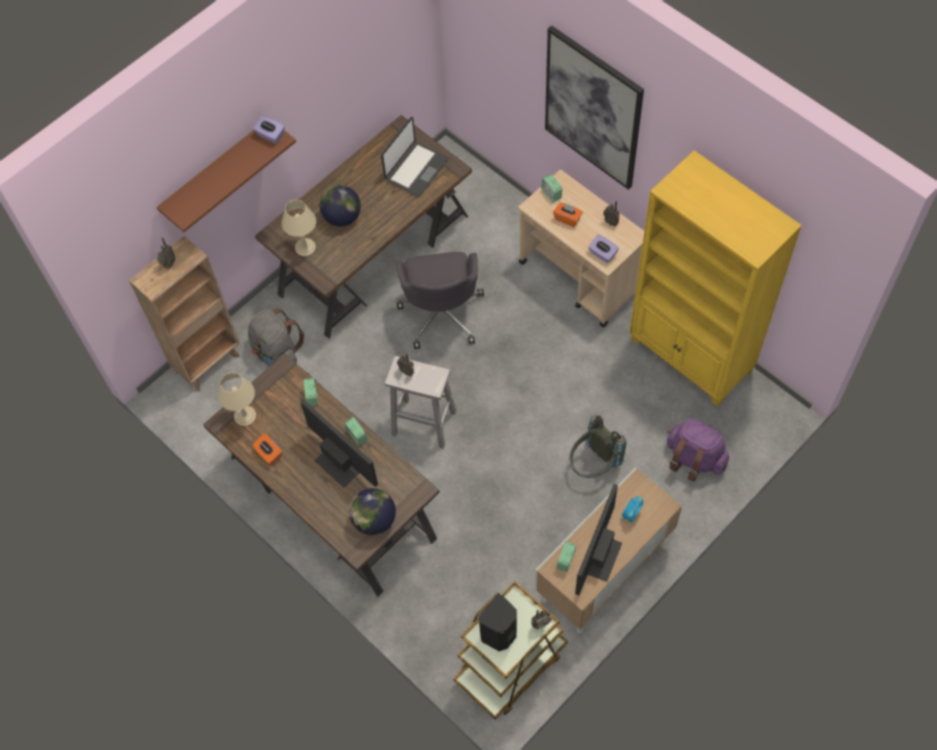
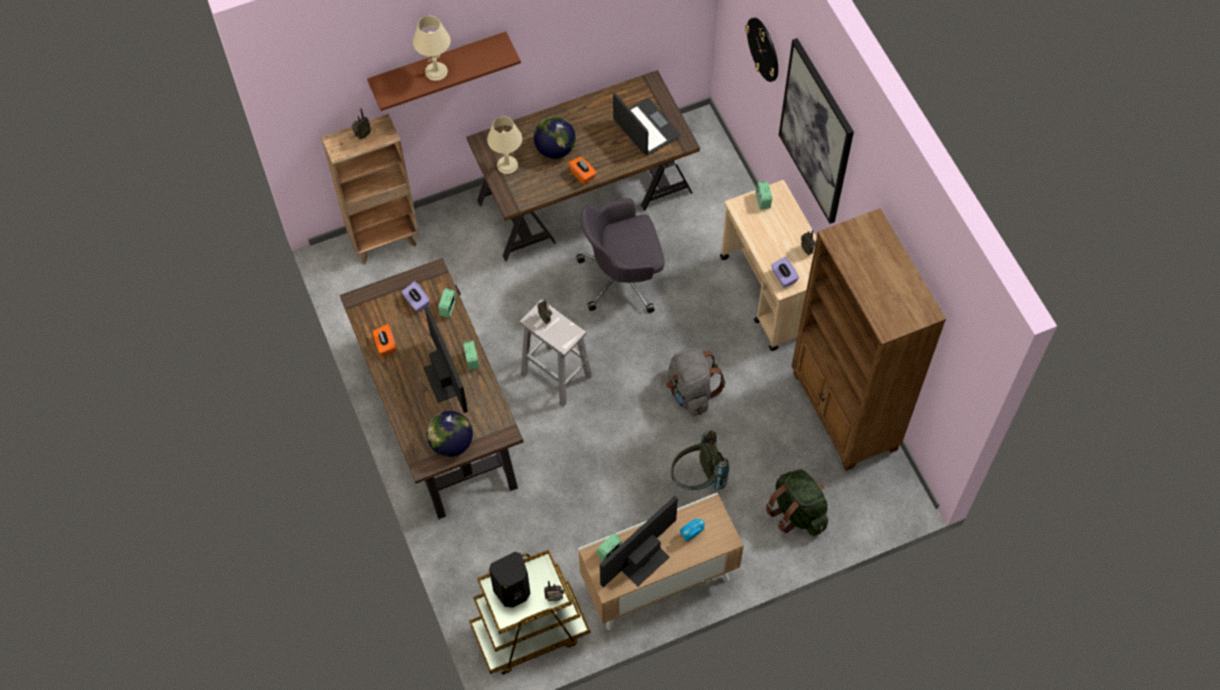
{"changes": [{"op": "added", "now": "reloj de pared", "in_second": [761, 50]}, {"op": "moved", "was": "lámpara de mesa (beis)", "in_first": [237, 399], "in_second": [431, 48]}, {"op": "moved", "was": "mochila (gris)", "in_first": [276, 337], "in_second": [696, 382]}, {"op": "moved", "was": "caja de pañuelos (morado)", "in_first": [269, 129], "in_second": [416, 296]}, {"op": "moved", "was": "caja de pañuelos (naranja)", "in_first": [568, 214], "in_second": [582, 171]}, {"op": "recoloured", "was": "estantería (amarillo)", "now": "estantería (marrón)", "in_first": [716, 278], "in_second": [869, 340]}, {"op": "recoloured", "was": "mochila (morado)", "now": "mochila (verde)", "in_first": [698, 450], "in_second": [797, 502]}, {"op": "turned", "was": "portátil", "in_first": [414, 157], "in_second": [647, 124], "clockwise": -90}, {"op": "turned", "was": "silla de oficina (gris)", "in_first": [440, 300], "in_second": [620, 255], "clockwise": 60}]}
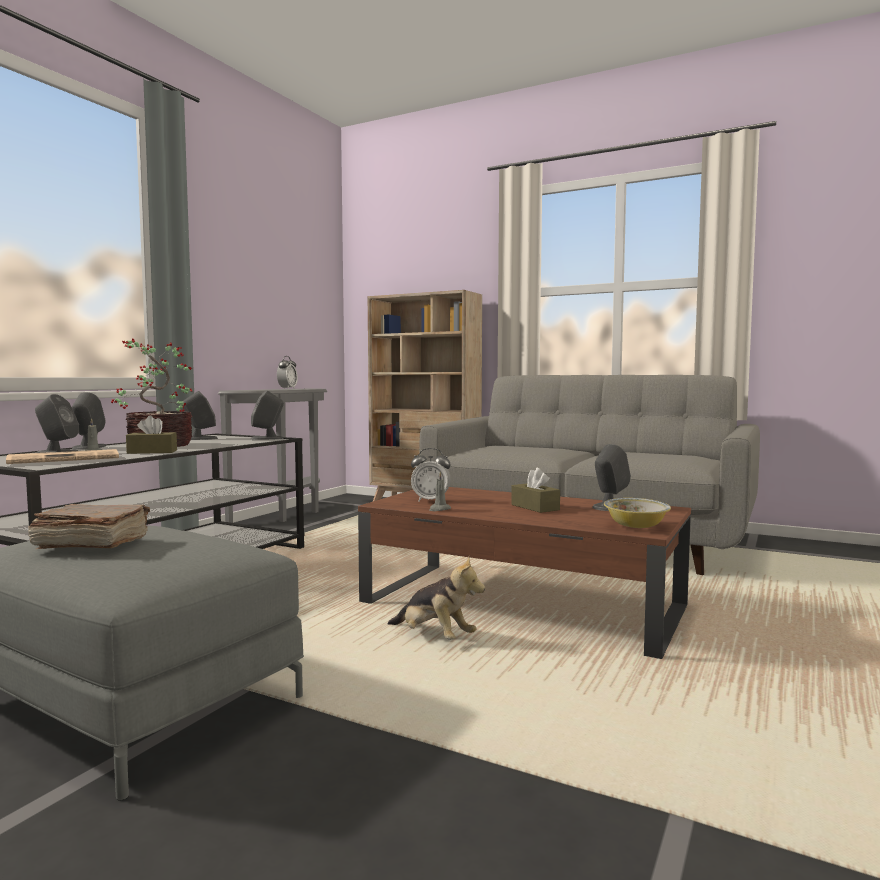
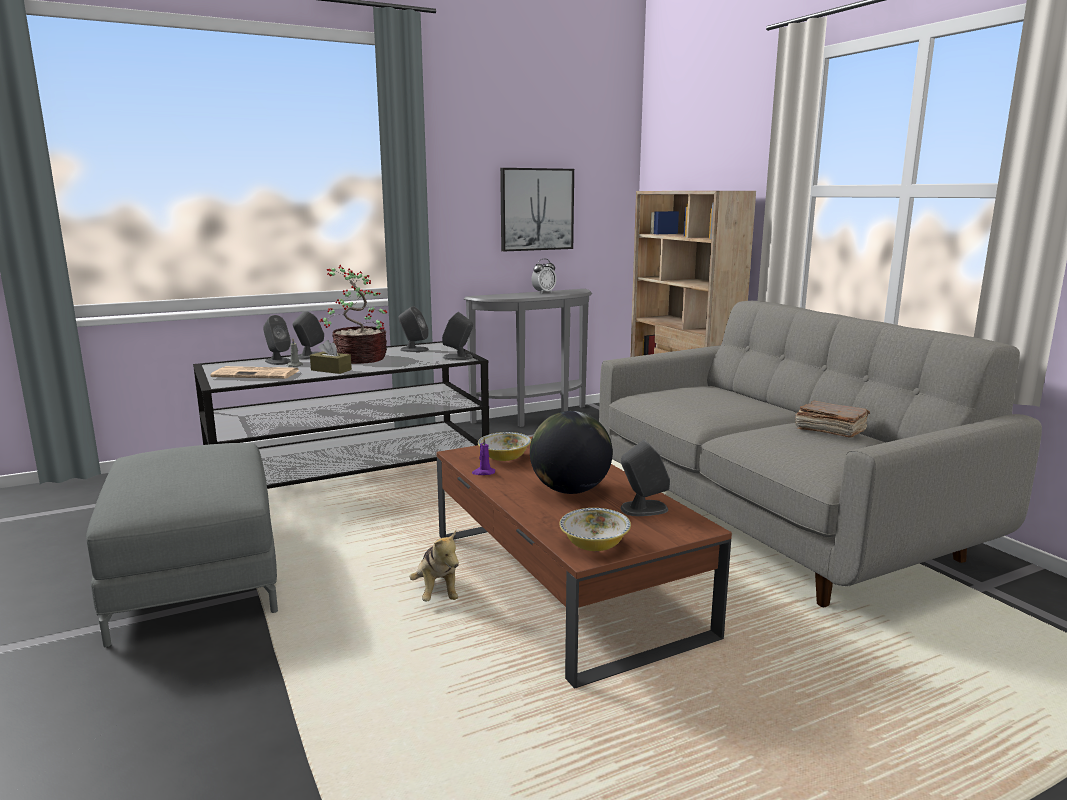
{"changes": [{"op": "added", "now": "cuadro", "in_second": [537, 209]}, {"op": "moved", "was": "libro (marrón)", "in_first": [89, 526], "in_second": [832, 419]}, {"op": "replaced", "was": "despertador", "now": "cuenco", "in_first": [431, 474], "in_second": [504, 446]}, {"op": "replaced", "was": "caja de pañuelos (marrón)", "now": "globo terráqueo", "in_first": [535, 490], "in_second": [571, 452]}, {"op": "recoloured", "was": "vela (gris)", "now": "vela (morado)", "in_first": [440, 491], "in_second": [483, 456]}]}
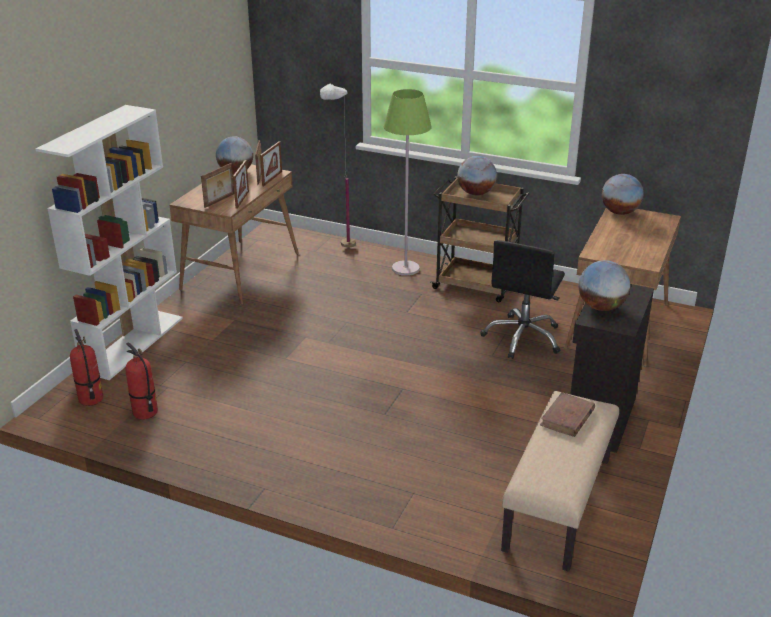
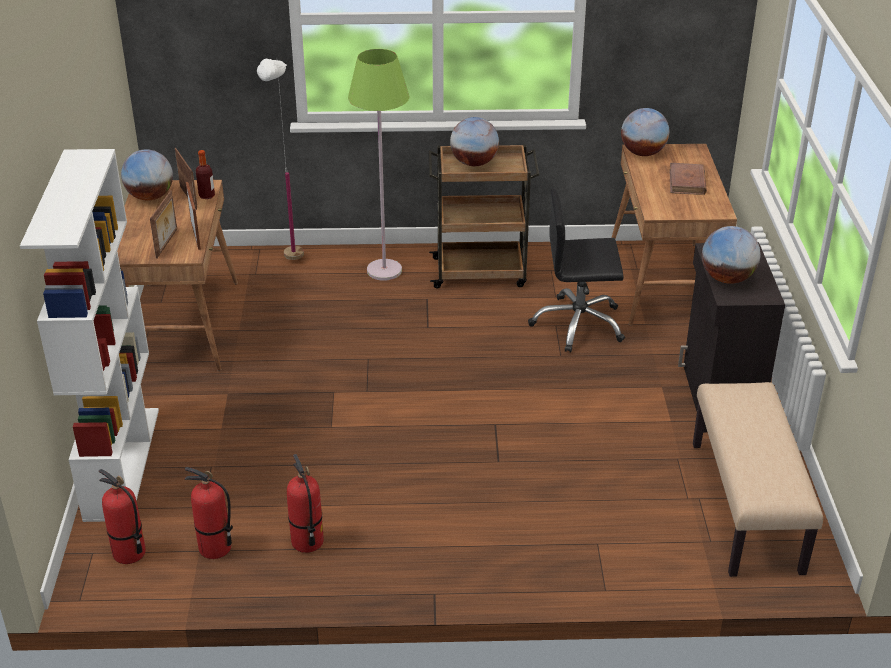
{"changes": [{"op": "added", "now": "extintor", "in_second": [305, 503]}, {"op": "moved", "was": "libro (marrón)", "in_first": [567, 414], "in_second": [688, 179]}, {"op": "replaced", "was": "portarretratos", "now": "botella", "in_first": [271, 163], "in_second": [205, 174]}, {"op": "turned", "was": "silla de oficina (negro)", "in_first": [523, 299], "in_second": [576, 270], "clockwise": 90}]}
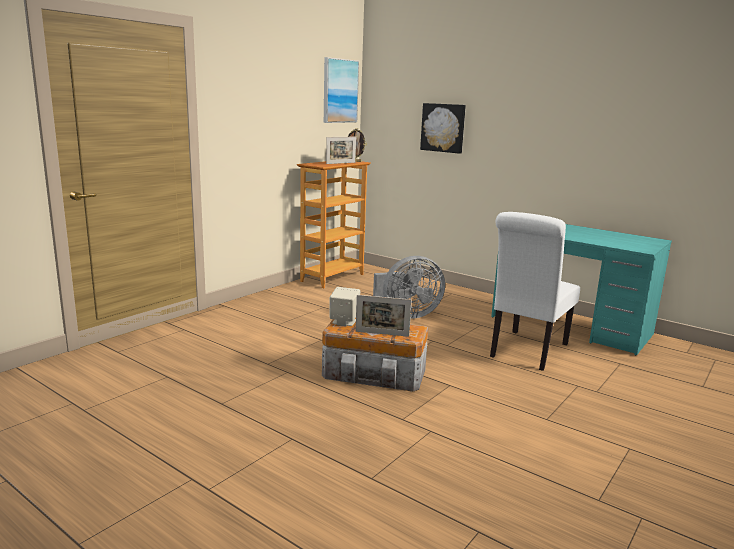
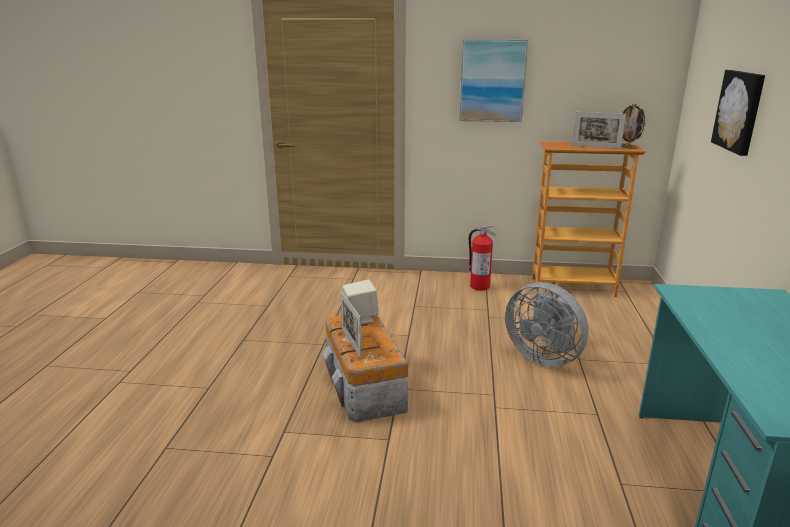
{"changes": [{"op": "removed", "was": "silla (blanco)", "in_first": [535, 291]}, {"op": "added", "now": "extintor", "in_second": [482, 258]}, {"op": "moved", "was": "cuadro", "in_first": [341, 90], "in_second": [493, 80]}]}
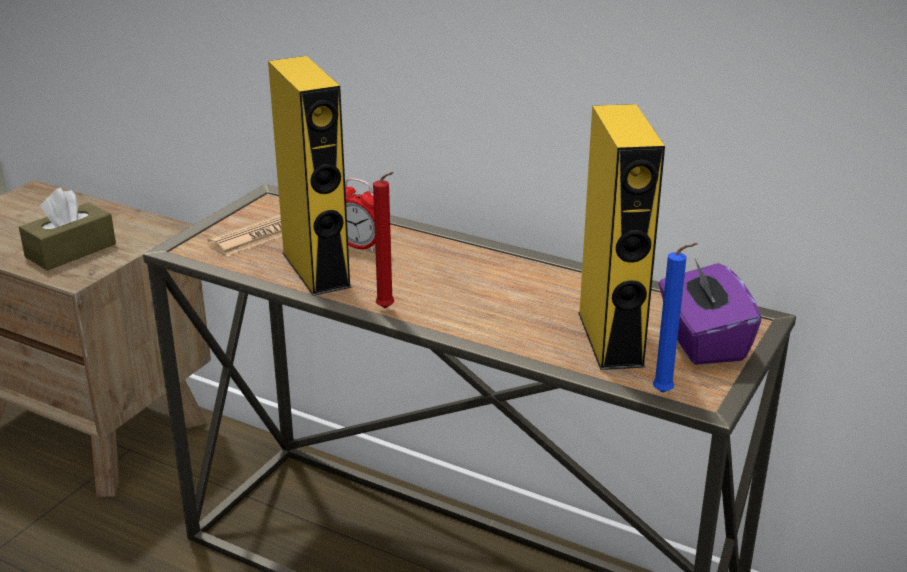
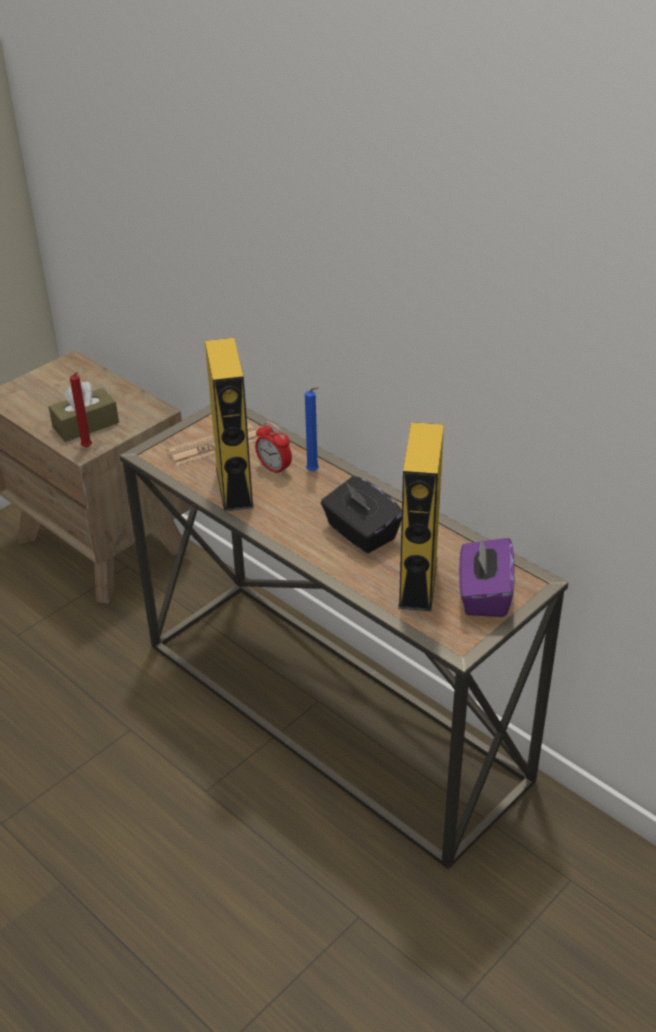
{"changes": [{"op": "added", "now": "caja de pañuelos (negro)", "in_second": [361, 514]}, {"op": "moved", "was": "vela (rojo)", "in_first": [383, 240], "in_second": [81, 409]}, {"op": "moved", "was": "vela (azul)", "in_first": [675, 318], "in_second": [312, 429]}]}
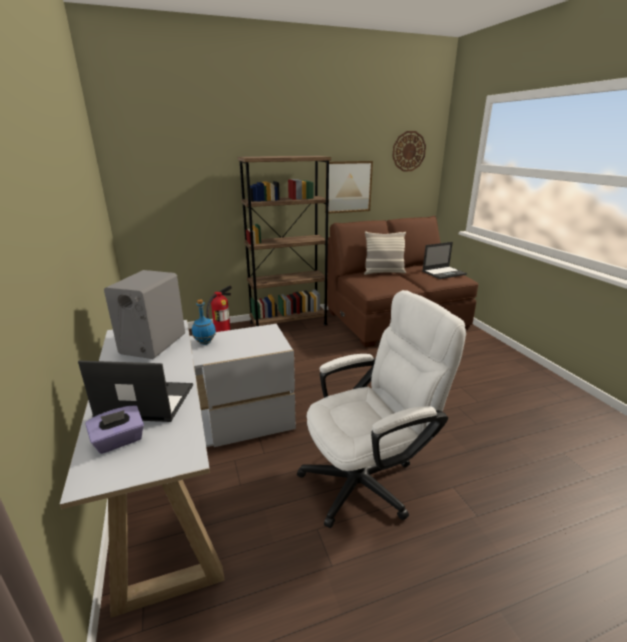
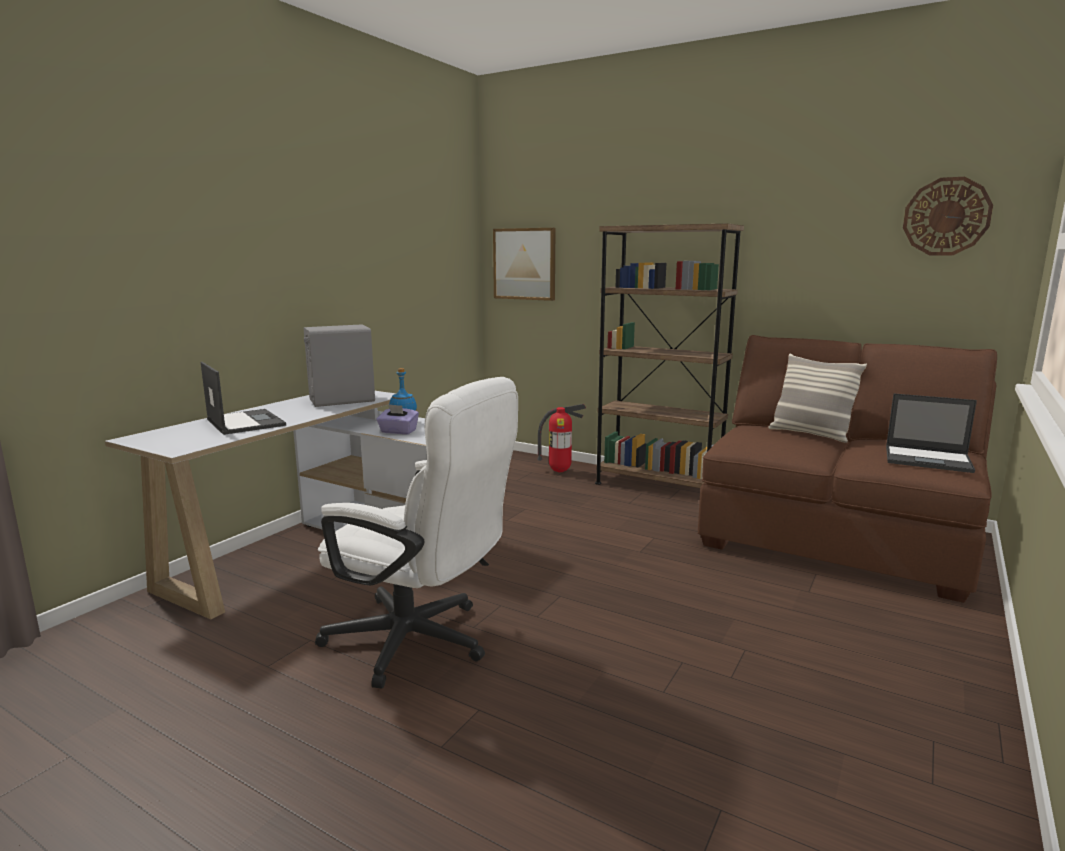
{"changes": [{"op": "moved", "was": "caja de pañuelos (morado)", "in_first": [114, 429], "in_second": [398, 419]}, {"op": "moved", "was": "cuadro", "in_first": [349, 187], "in_second": [524, 264]}]}
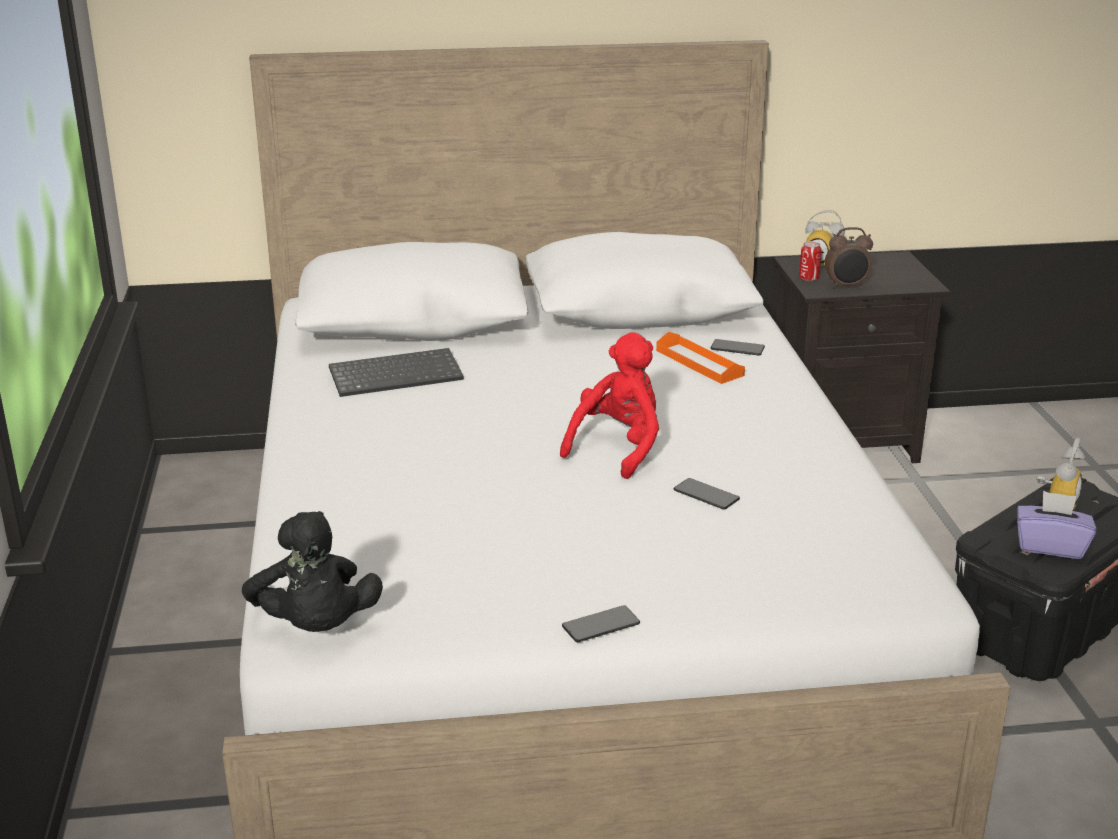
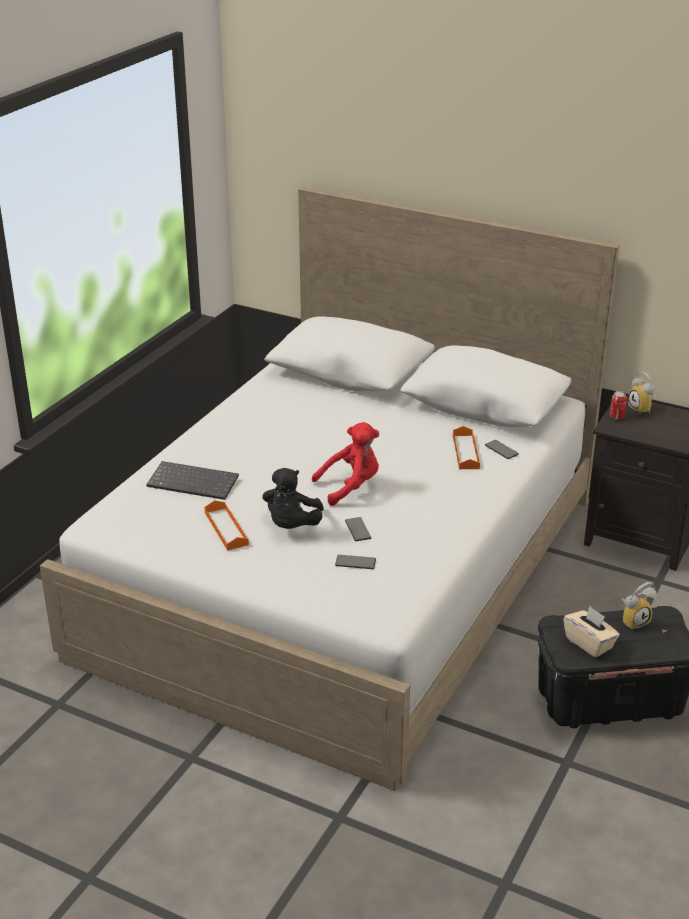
{"changes": [{"op": "removed", "was": "despertador", "in_first": [849, 258]}, {"op": "added", "now": "bandeja (naranja)", "in_second": [226, 525]}, {"op": "moved", "was": "peluche (negro)", "in_first": [312, 571], "in_second": [293, 498]}, {"op": "moved", "was": "teclado", "in_first": [396, 372], "in_second": [192, 480]}, {"op": "moved", "was": "móvil", "in_first": [601, 623], "in_second": [355, 562]}, {"op": "recoloured", "was": "caja de pañuelos (morado)", "now": "caja de pañuelos (beis)", "in_first": [1056, 525], "in_second": [591, 632]}]}
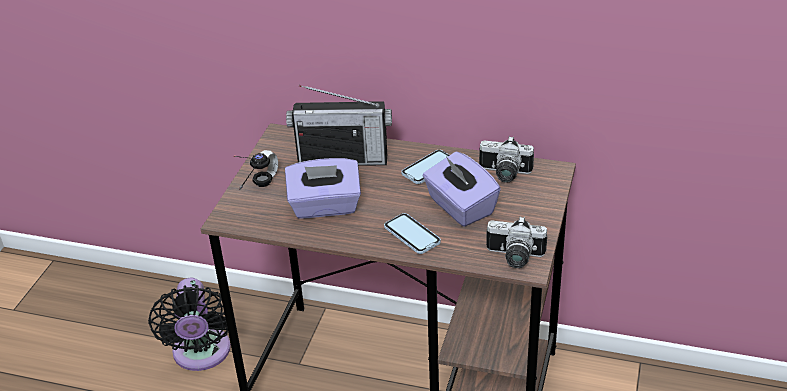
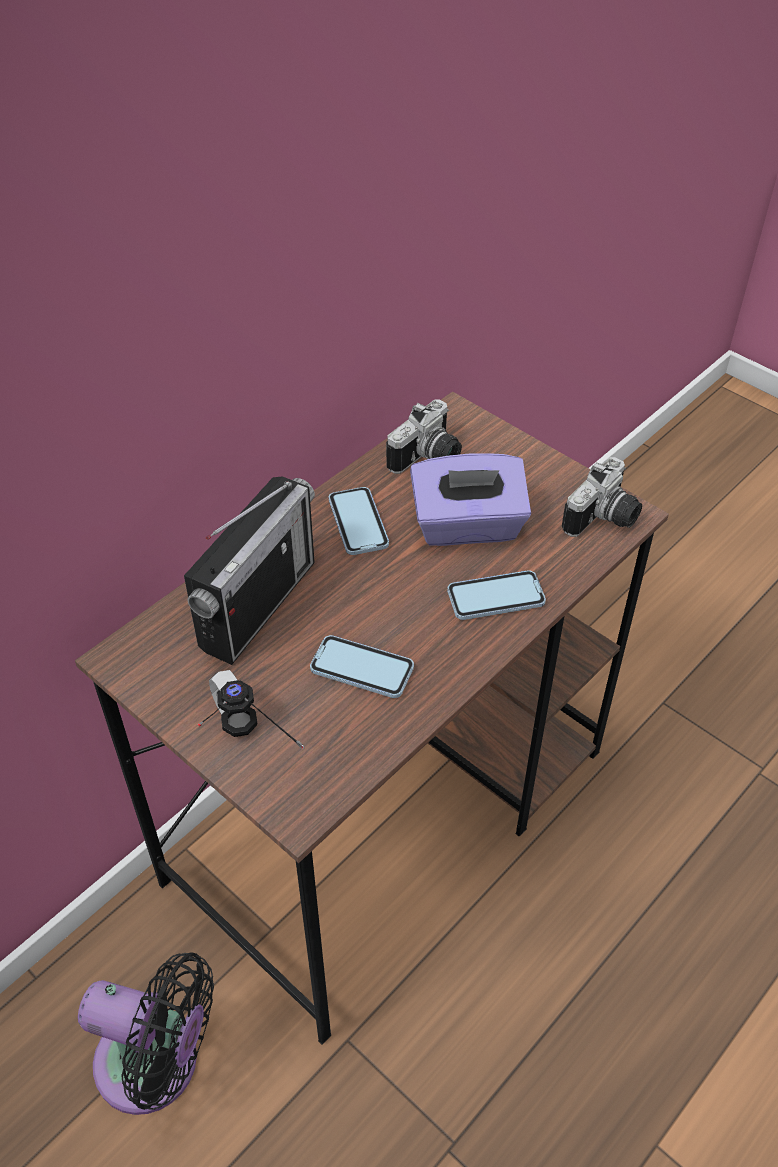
{"changes": [{"op": "replaced", "was": "caja de pañuelos (morado)", "now": "móvil", "in_first": [323, 188], "in_second": [362, 666]}]}
